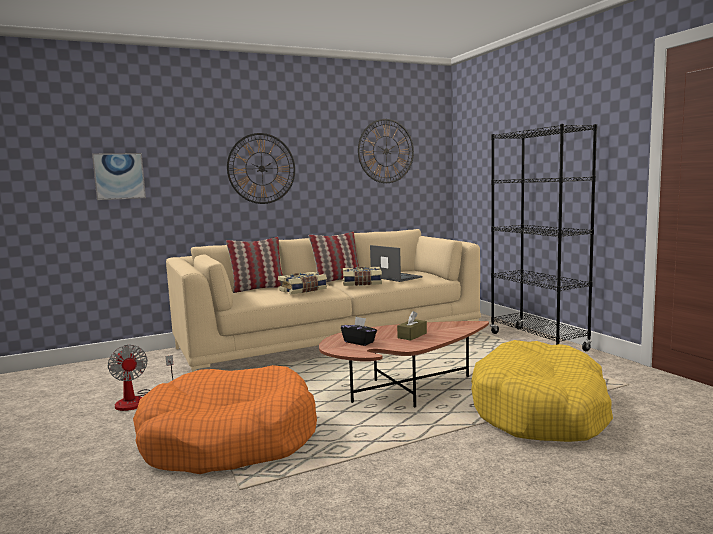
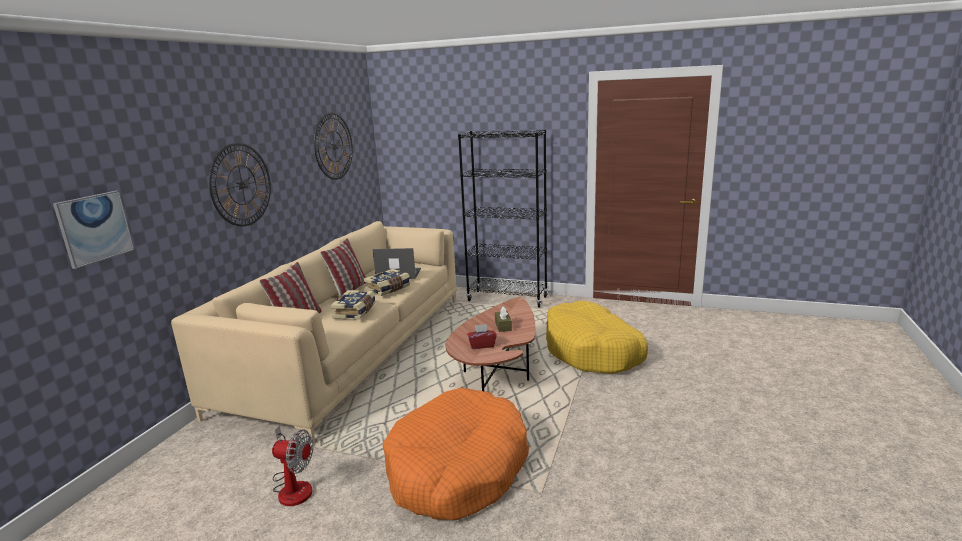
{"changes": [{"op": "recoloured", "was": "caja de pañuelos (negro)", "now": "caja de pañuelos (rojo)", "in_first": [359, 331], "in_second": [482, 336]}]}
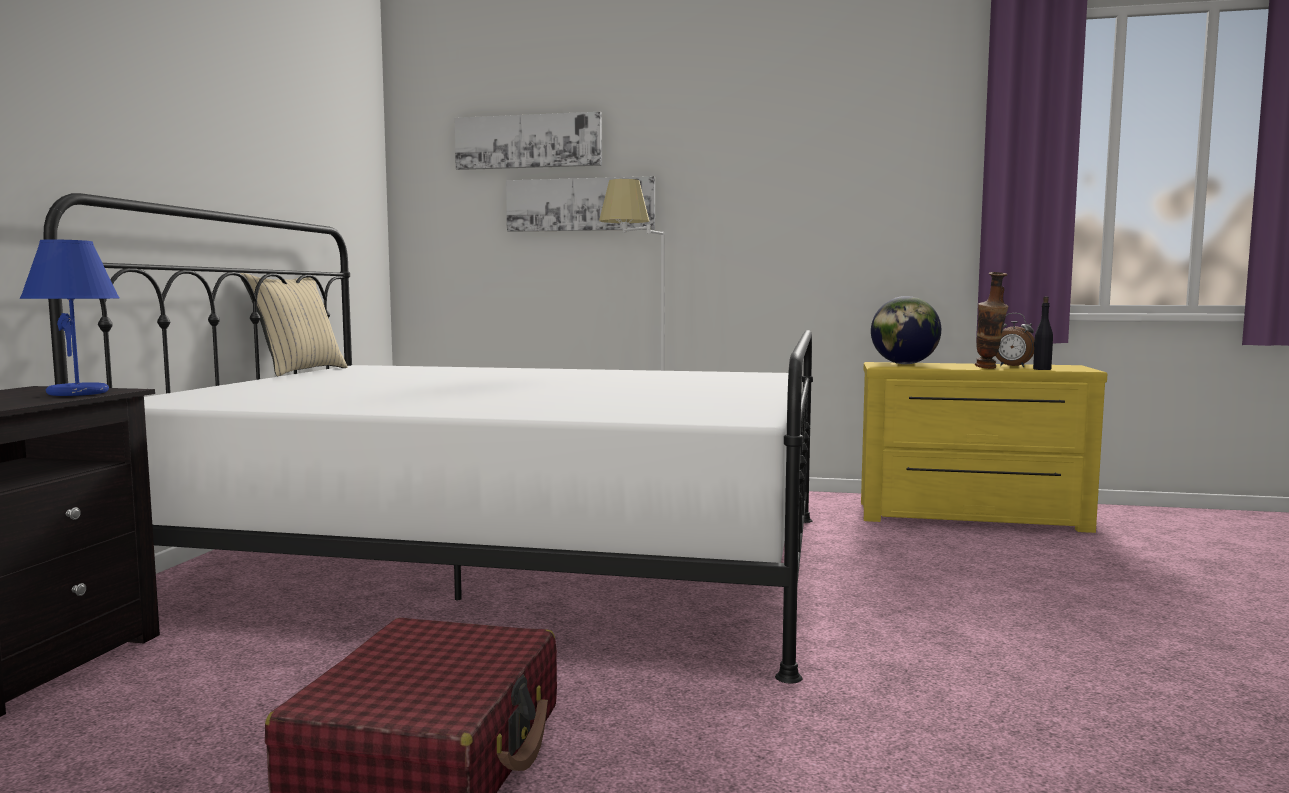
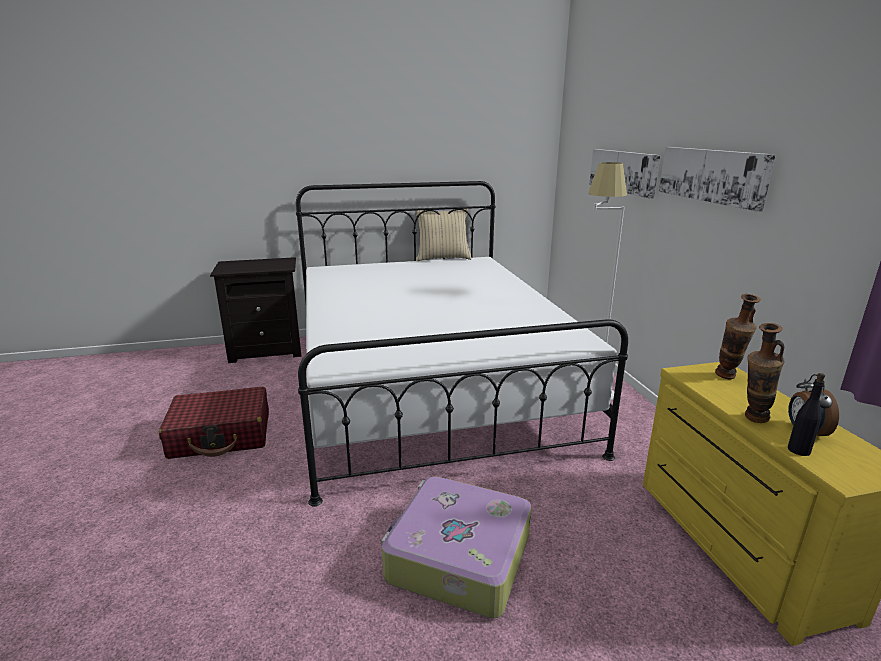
{"changes": [{"op": "removed", "was": "lámpara de mesa (azul)", "in_first": [69, 317]}, {"op": "added", "now": "maleta", "in_second": [456, 547]}, {"op": "moved", "was": "cuadro", "in_first": [528, 141], "in_second": [717, 179]}, {"op": "replaced", "was": "globo terráqueo", "now": "florero", "in_first": [906, 330], "in_second": [738, 336]}]}
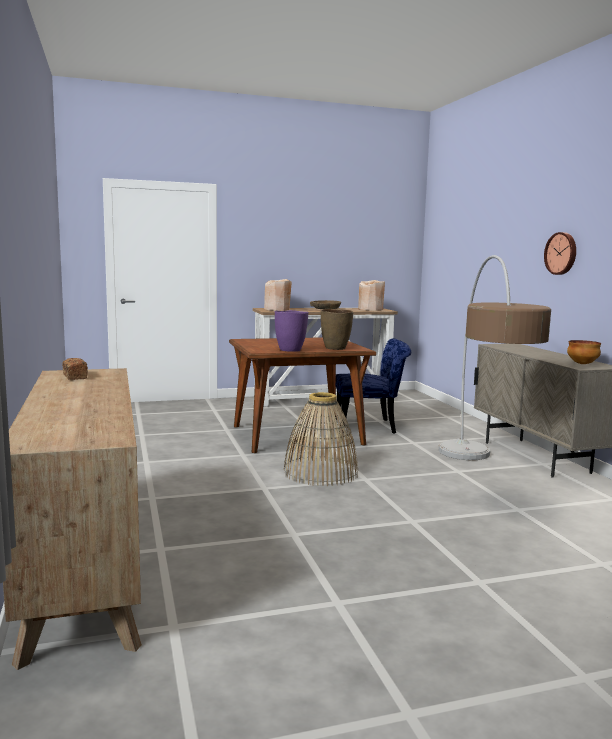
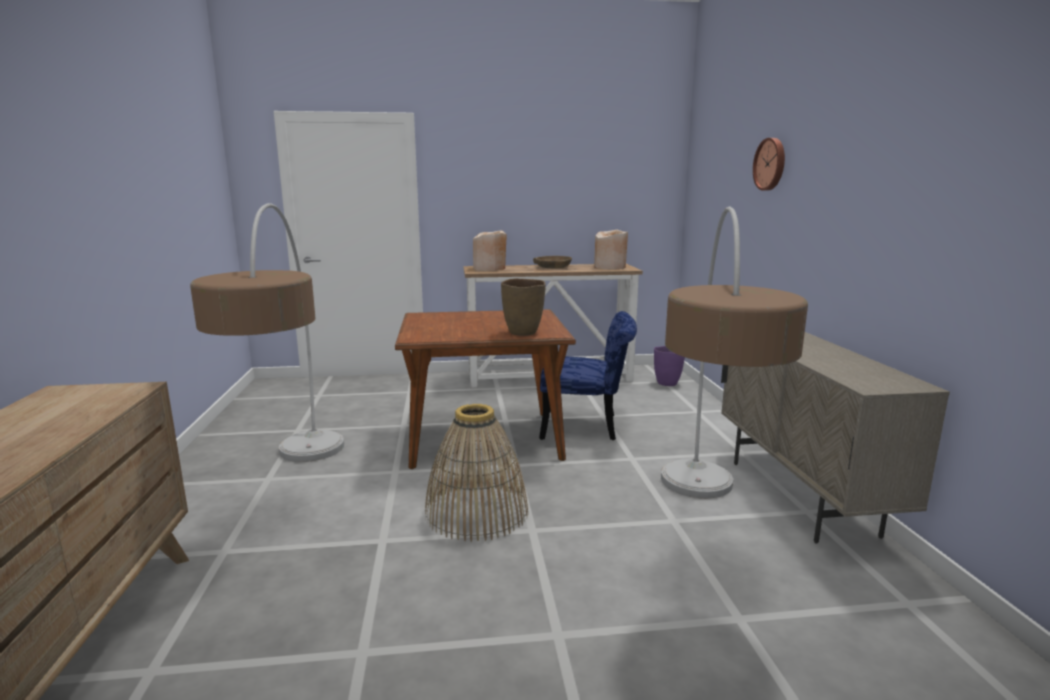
{"changes": [{"op": "removed", "was": "pan", "in_first": [75, 369]}, {"op": "removed", "was": "cuenco", "in_first": [584, 352]}, {"op": "added", "now": "lámpara de pie", "in_second": [267, 332]}, {"op": "moved", "was": "florero (morado)", "in_first": [292, 331], "in_second": [669, 366]}, {"op": "moved", "was": "reloj de pared", "in_first": [560, 253], "in_second": [769, 164]}]}
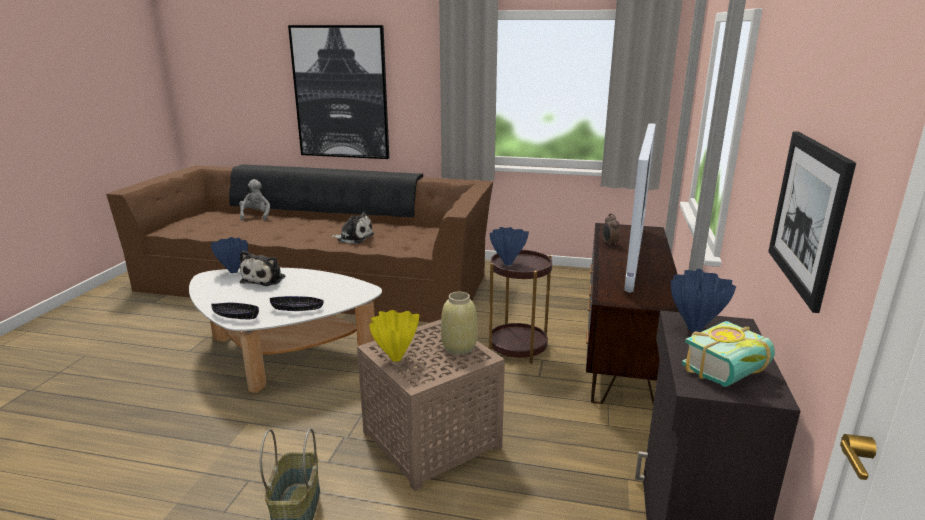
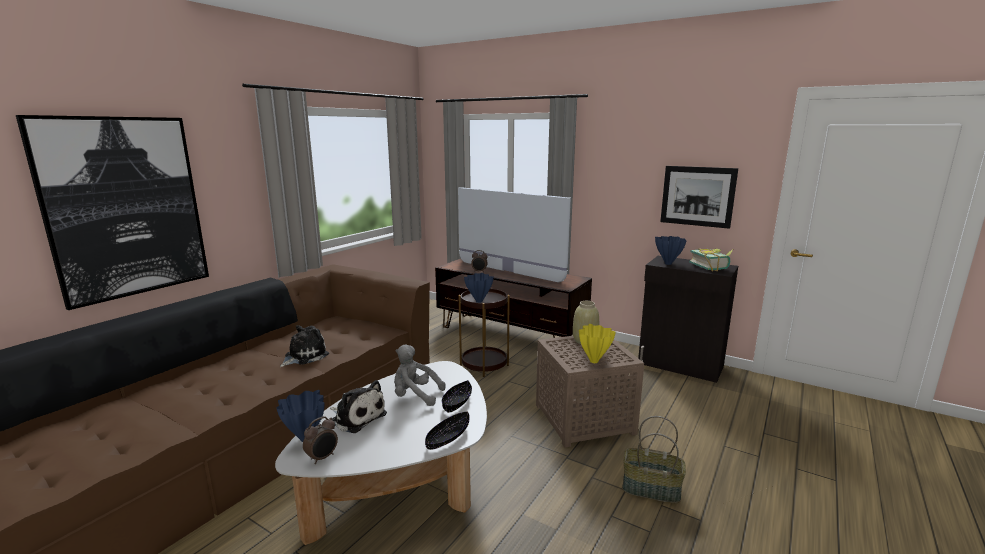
{"changes": [{"op": "added", "now": "despertador", "in_second": [320, 440]}, {"op": "moved", "was": "peluche (gris)", "in_first": [254, 200], "in_second": [420, 375]}]}
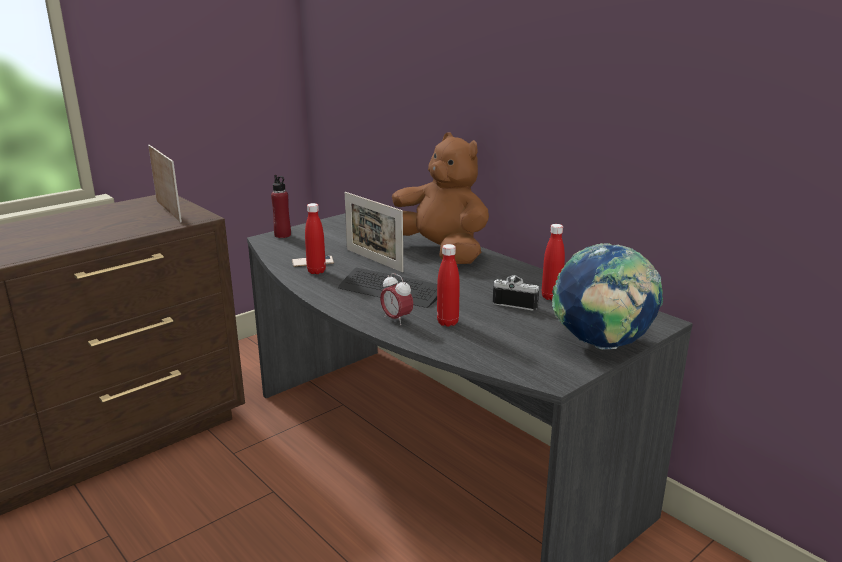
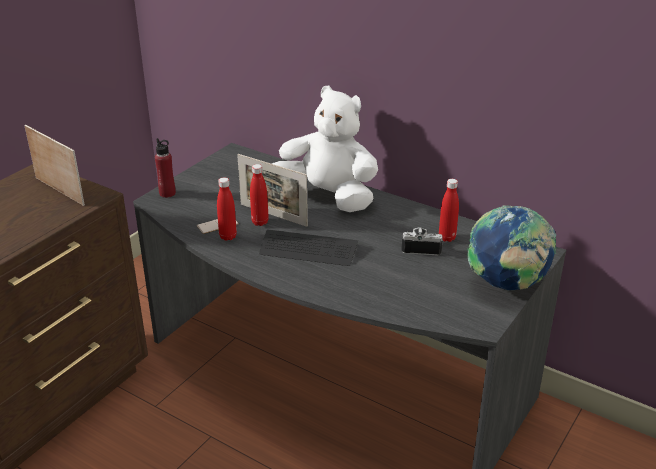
{"changes": [{"op": "removed", "was": "despertador", "in_first": [396, 299]}, {"op": "moved", "was": "botella (rojo)", "in_first": [448, 285], "in_second": [259, 195]}, {"op": "recoloured", "was": "peluche (marrón)", "now": "peluche (blanco)", "in_first": [440, 198], "in_second": [325, 149]}]}
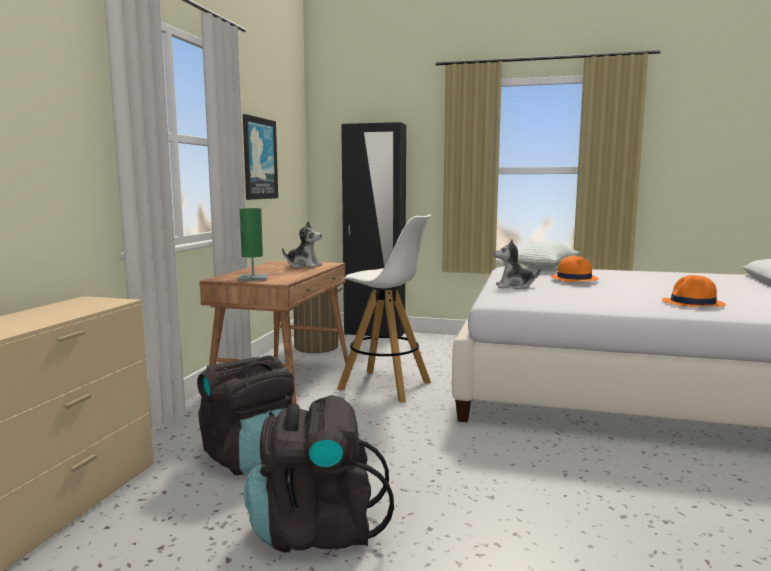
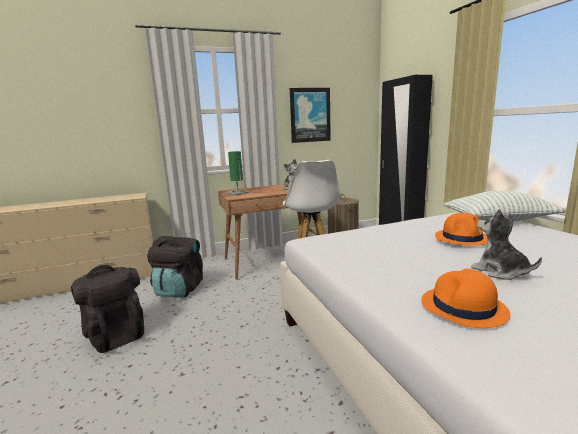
{"changes": [{"op": "moved", "was": "peluche", "in_first": [517, 264], "in_second": [506, 244]}]}
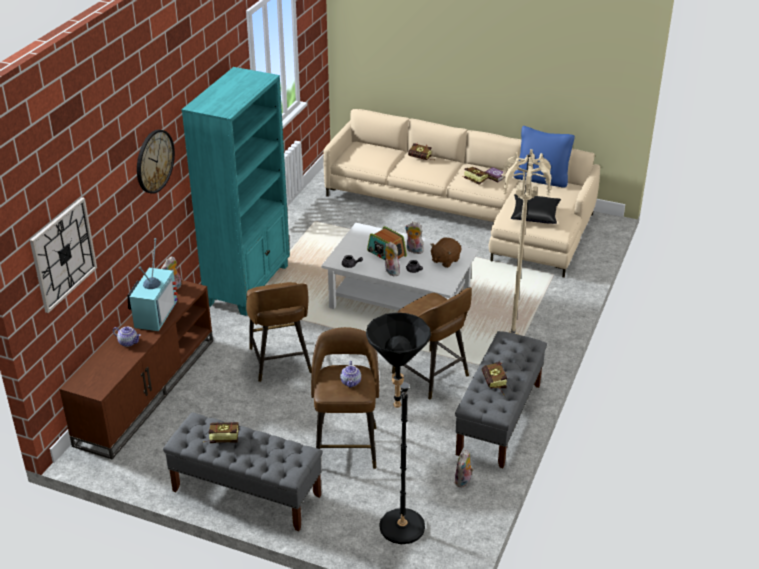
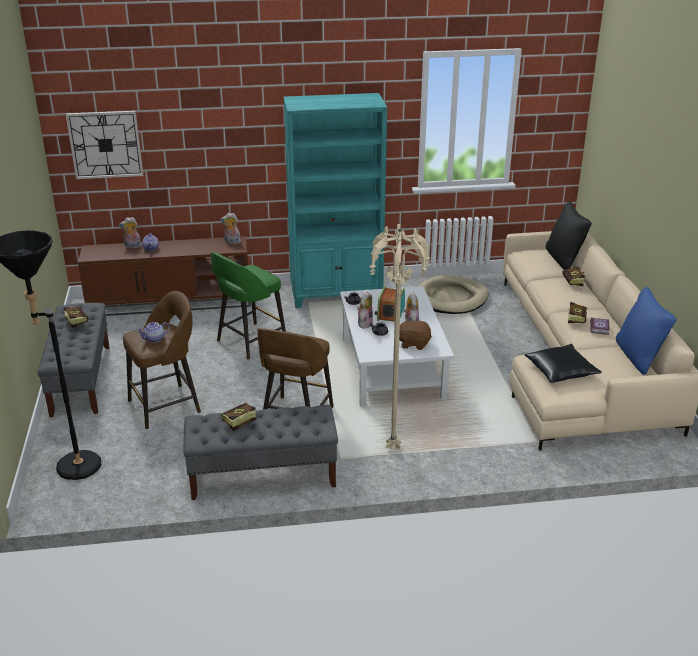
{"changes": [{"op": "removed", "was": "televisor", "in_first": [152, 284]}, {"op": "removed", "was": "reloj de pared", "in_first": [156, 162]}, {"op": "added", "now": "cama para perro (beis)", "in_second": [453, 294]}, {"op": "added", "now": "cojín (negro)", "in_second": [569, 235]}, {"op": "moved", "was": "peluche", "in_first": [464, 468], "in_second": [130, 232]}, {"op": "recoloured", "was": "taburete (marrón)", "now": "taburete (verde)", "in_first": [279, 332], "in_second": [248, 305]}]}
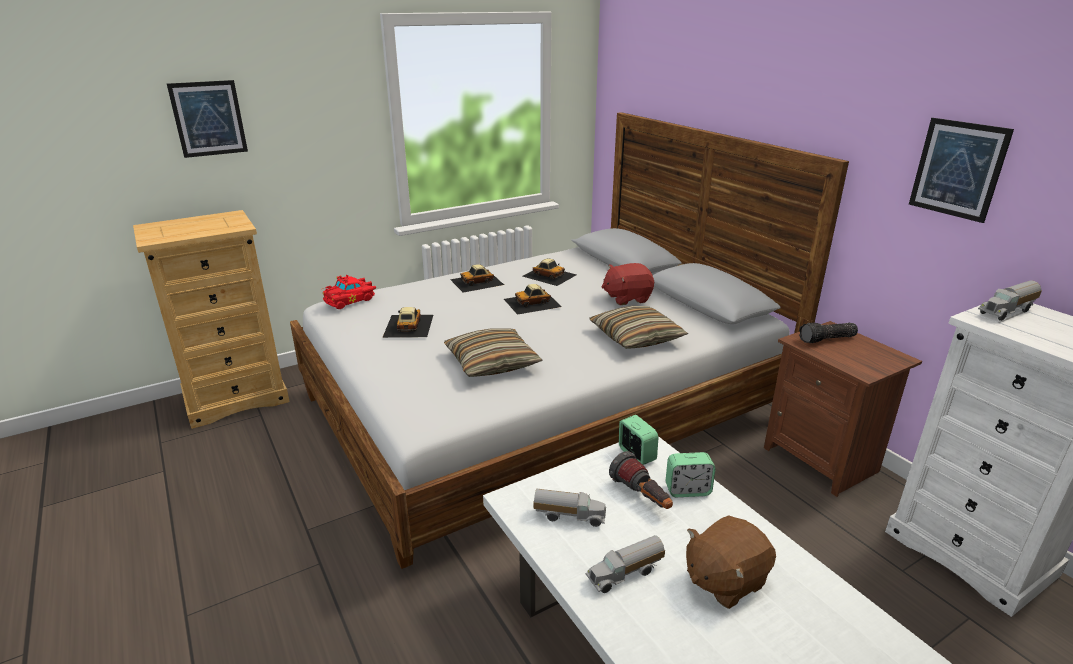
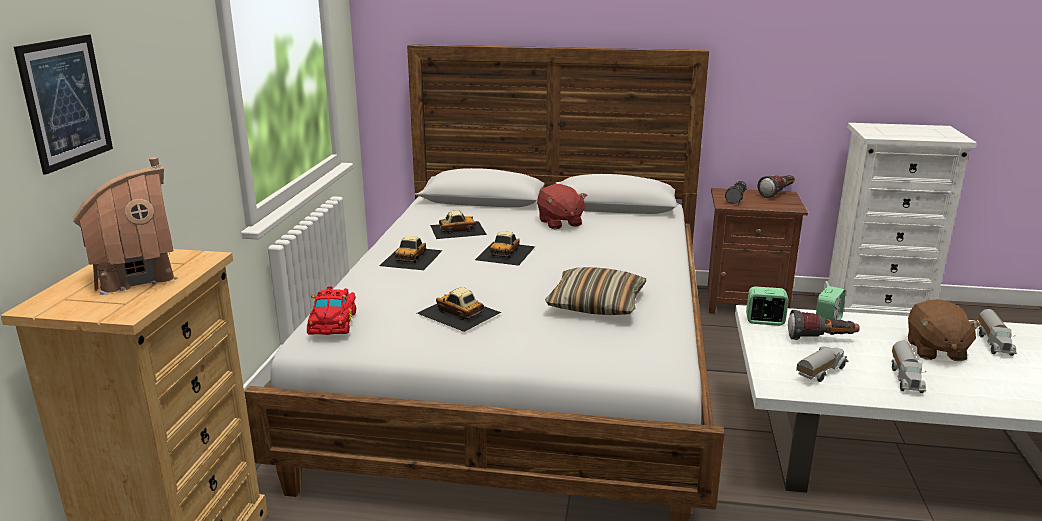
{"changes": [{"op": "removed", "was": "cojín", "in_first": [639, 327]}, {"op": "removed", "was": "cuadro", "in_first": [961, 170]}, {"op": "added", "now": "casita", "in_second": [125, 226]}, {"op": "added", "now": "linterna", "in_second": [776, 186]}, {"op": "moved", "was": "camión de juguete", "in_first": [1010, 301], "in_second": [997, 332]}, {"op": "turned", "was": "peluche (rojo)", "in_first": [628, 284], "in_second": [562, 206], "clockwise": -45}]}
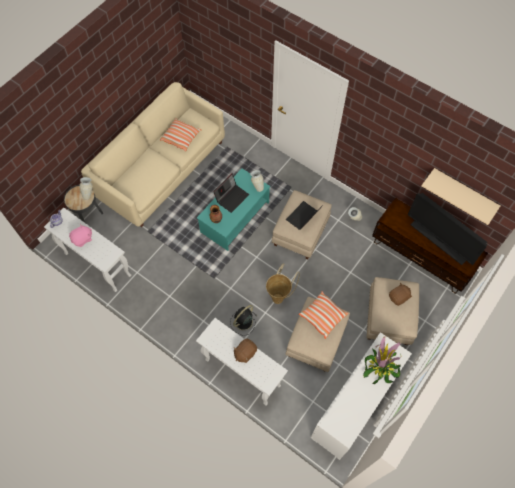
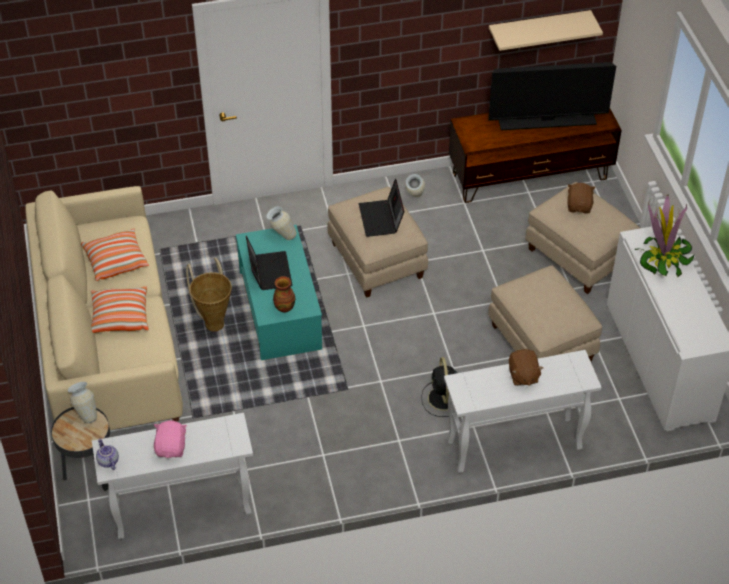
{"changes": [{"op": "moved", "was": "cesta", "in_first": [283, 284], "in_second": [209, 295]}, {"op": "moved", "was": "cojín", "in_first": [323, 315], "in_second": [119, 309]}]}
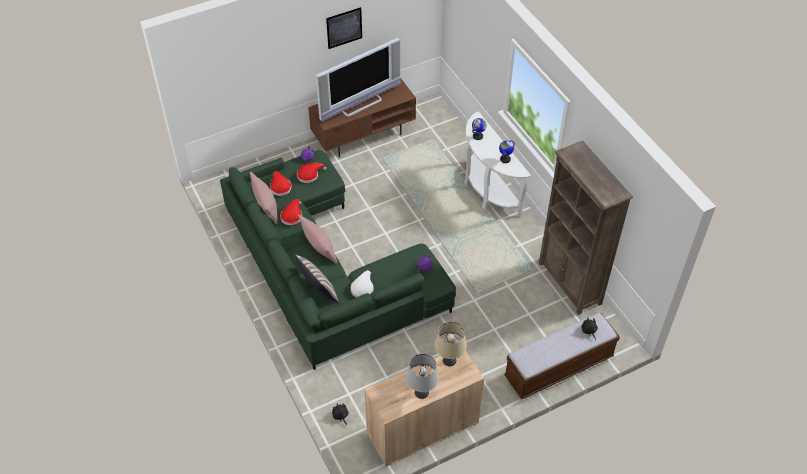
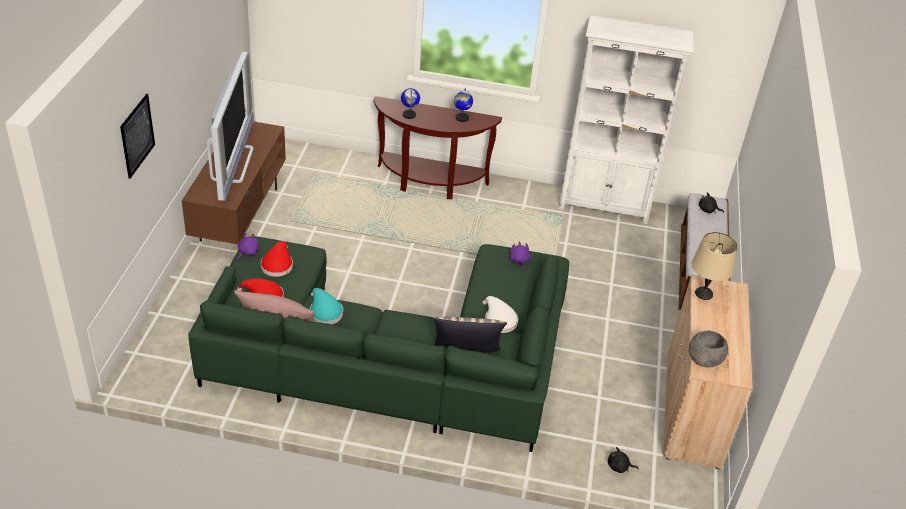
{"changes": [{"op": "removed", "was": "cojín (rosa)", "in_first": [317, 239]}, {"op": "removed", "was": "lámpara de mesa (gris)", "in_first": [422, 376]}, {"op": "added", "now": "cuenco (gris)", "in_second": [708, 349]}, {"op": "moved", "was": "cuadro", "in_first": [344, 28], "in_second": [137, 136]}, {"op": "recoloured", "was": "sombrero (rojo)", "now": "sombrero (turquesa)", "in_first": [291, 212], "in_second": [326, 306]}, {"op": "recoloured", "was": "mesa consola (blanco)", "now": "mesa consola (marrón)", "in_first": [497, 164], "in_second": [438, 147]}, {"op": "recoloured", "was": "estantería (marrón)", "now": "estantería (blanco)", "in_first": [585, 228], "in_second": [626, 120]}]}
